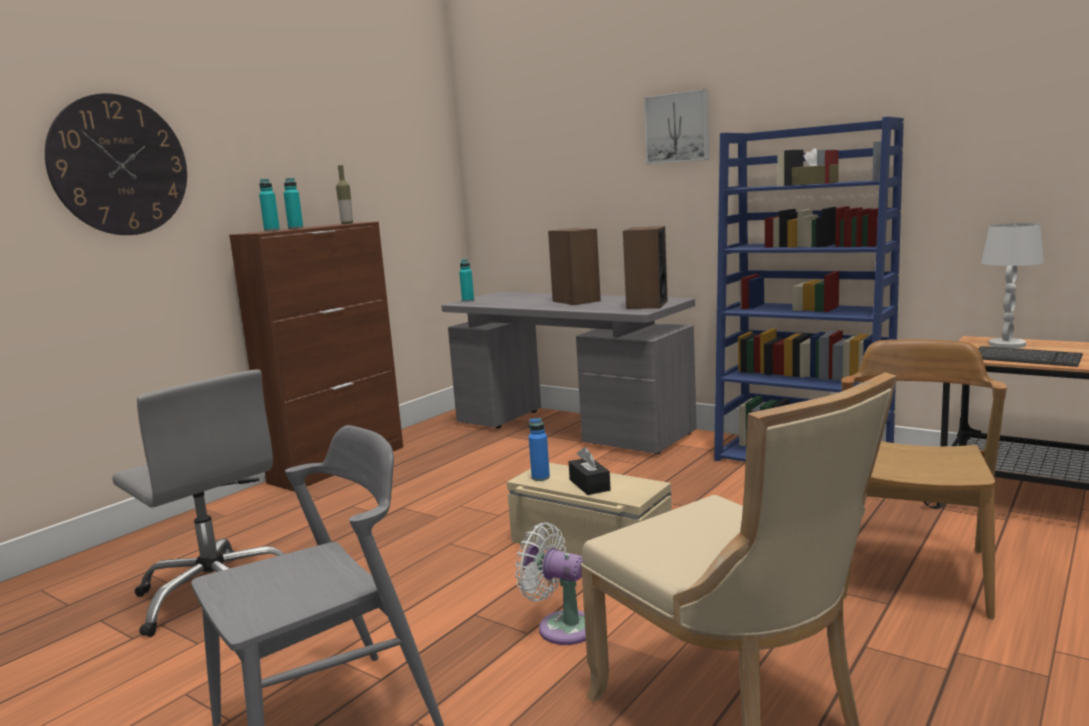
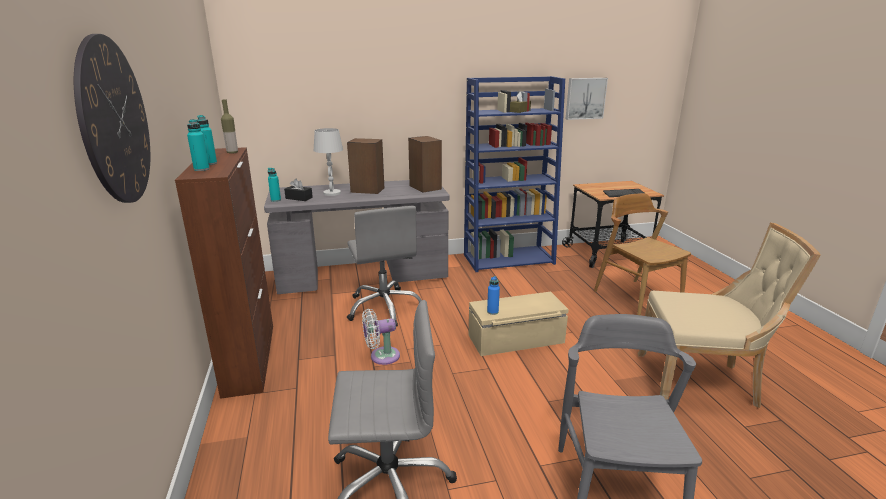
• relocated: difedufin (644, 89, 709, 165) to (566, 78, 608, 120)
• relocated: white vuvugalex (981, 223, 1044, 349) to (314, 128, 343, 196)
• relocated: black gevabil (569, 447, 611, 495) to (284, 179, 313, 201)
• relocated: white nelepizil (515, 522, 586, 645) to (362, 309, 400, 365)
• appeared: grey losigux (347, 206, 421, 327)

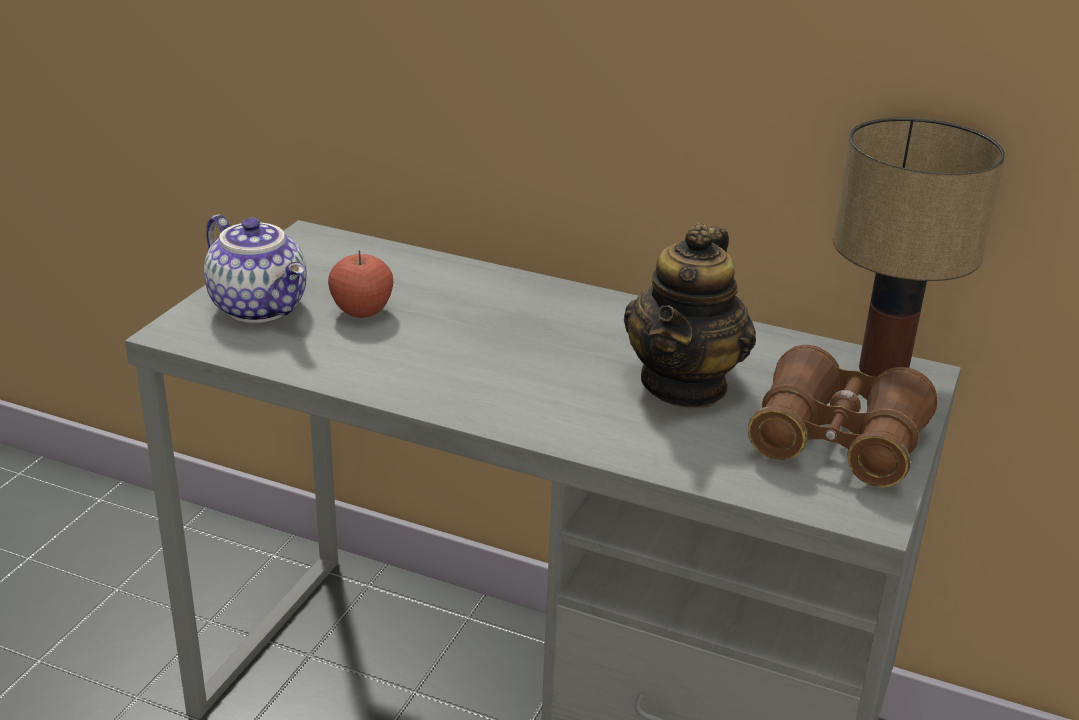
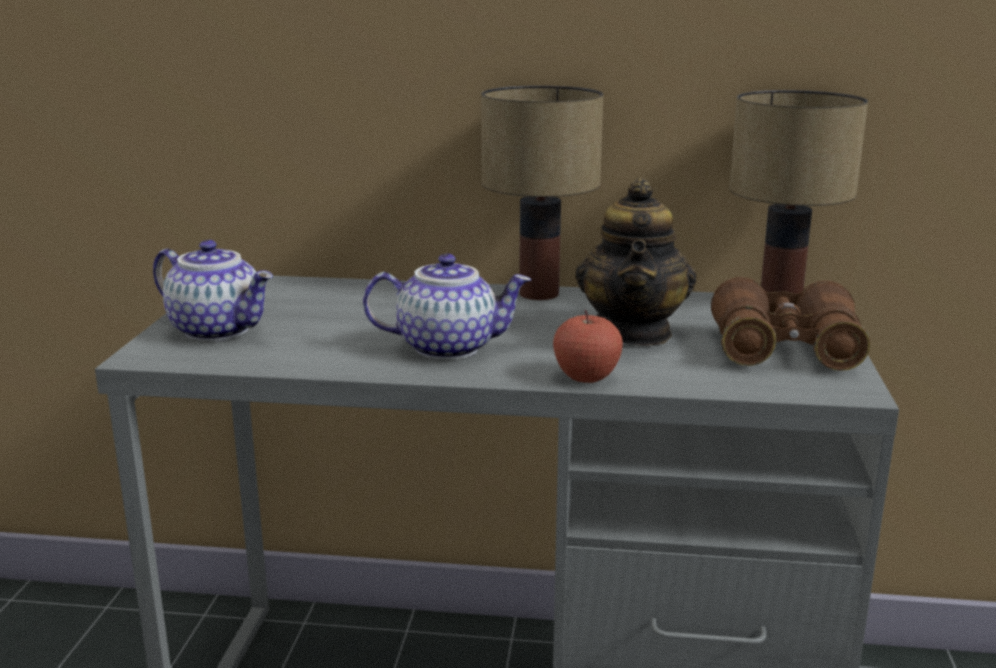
• relocated: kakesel (328, 250, 393, 318) to (553, 310, 623, 383)
• appeared: vuvugalex (481, 85, 604, 300)
• appeared: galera (363, 253, 532, 360)

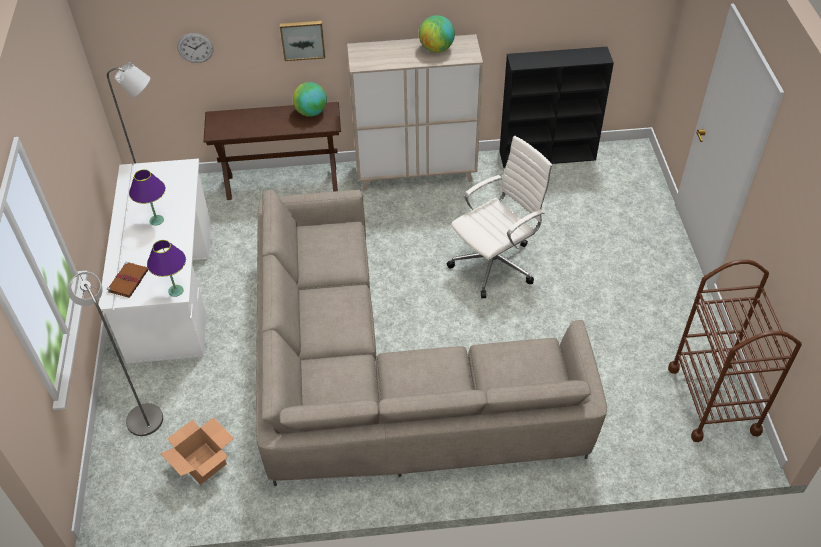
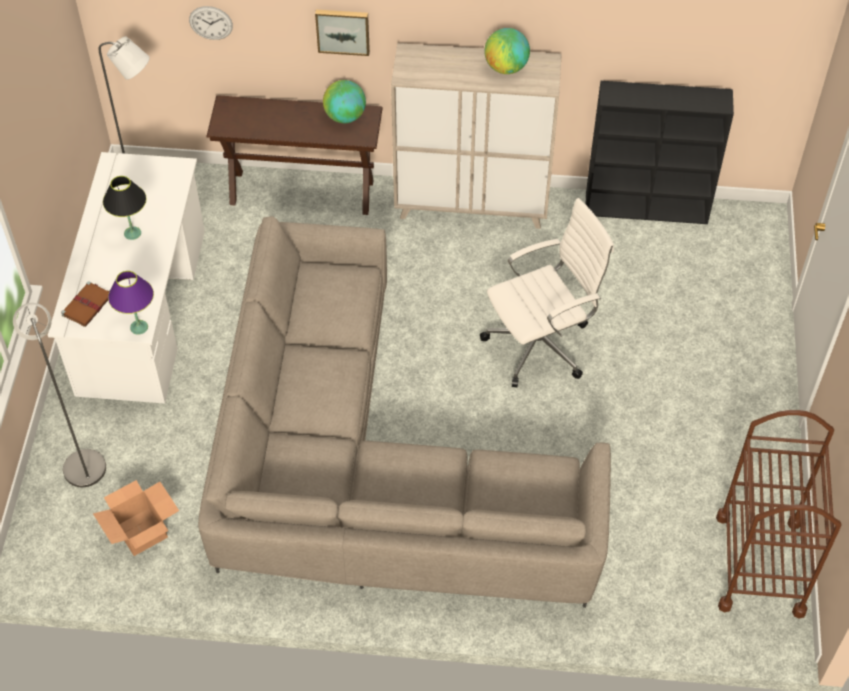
• colour: purple vuvugalex (129, 169, 166, 225) to black vuvugalex (103, 176, 147, 240)

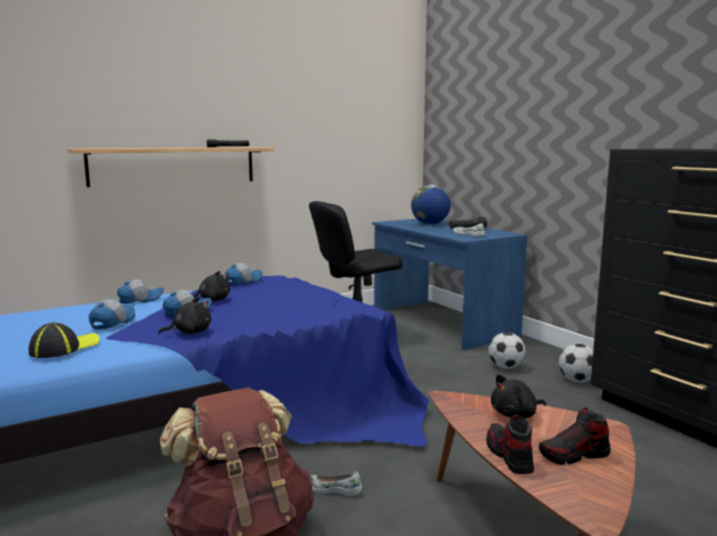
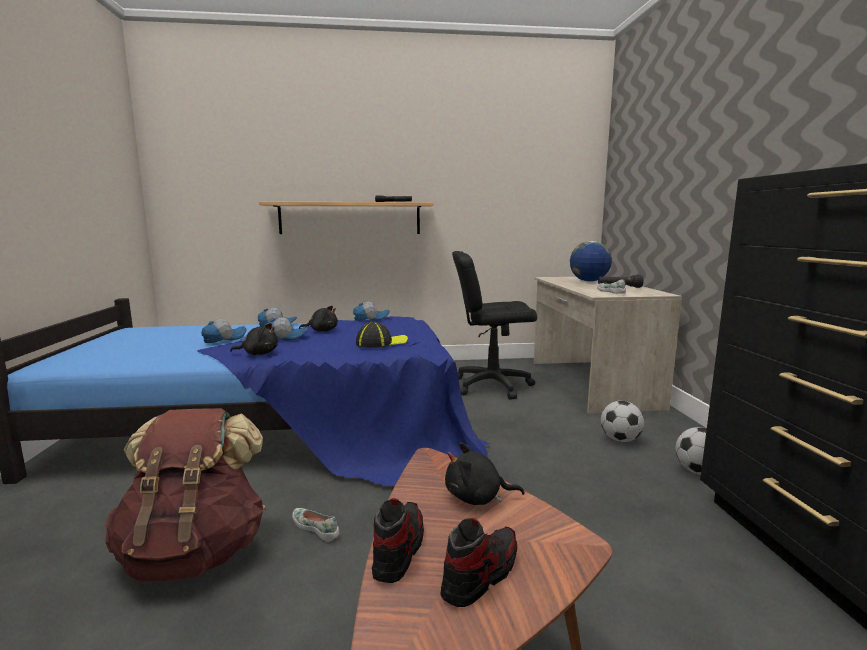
• colour: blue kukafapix (372, 219, 527, 350) to beige kukafapix (534, 277, 682, 414)
• relocated: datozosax (29, 323, 100, 358) to (356, 322, 408, 348)
• spun: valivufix (539, 407, 611, 465) = (441, 518, 517, 607) 120 degrees clockwise

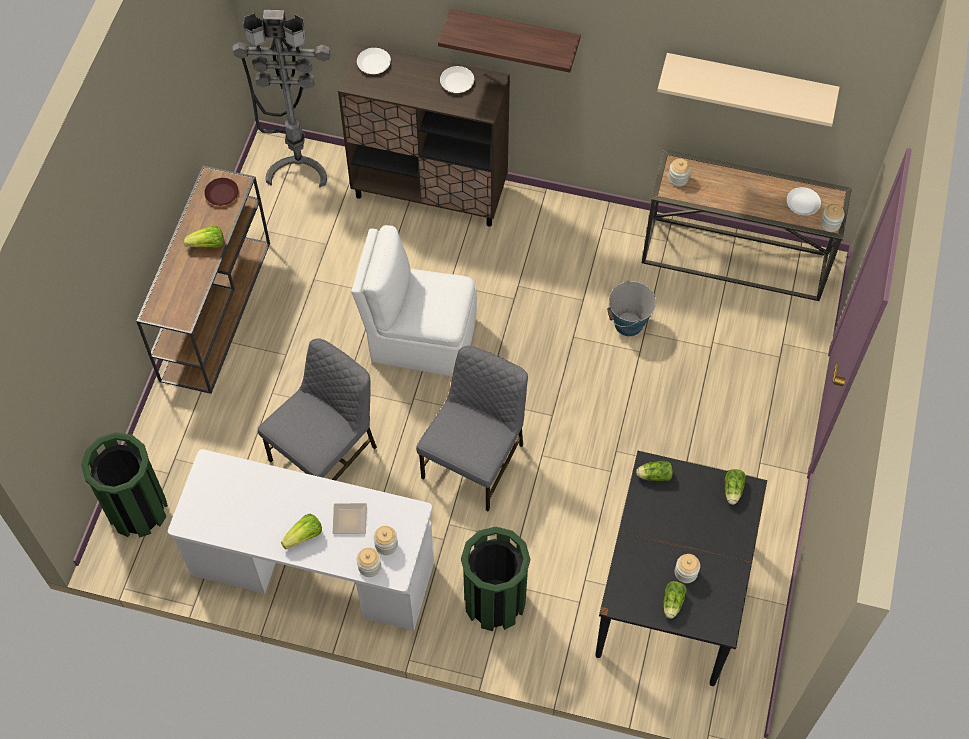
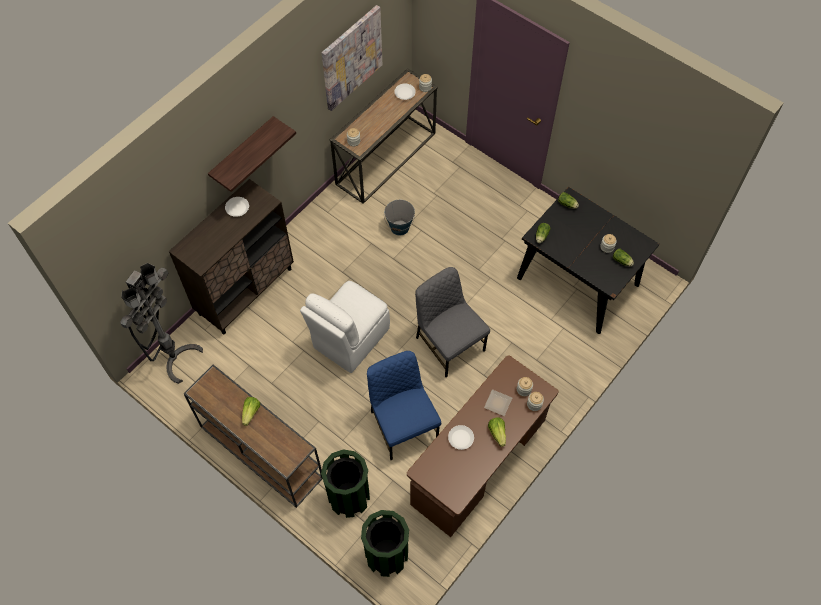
• relocated: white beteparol (357, 48, 391, 74) to (448, 425, 474, 450)
• exchanged: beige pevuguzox (657, 53, 840, 127) to difedufin (322, 5, 382, 111)
• missing: brown beteparol (204, 178, 239, 206)
• colour: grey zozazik (258, 338, 377, 481) to blue zozazik (367, 351, 441, 460)
• colour: white kukafapix (168, 449, 434, 631) to brown kukafapix (407, 355, 558, 537)
• relocated: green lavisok (461, 527, 530, 631) to (321, 449, 370, 518)

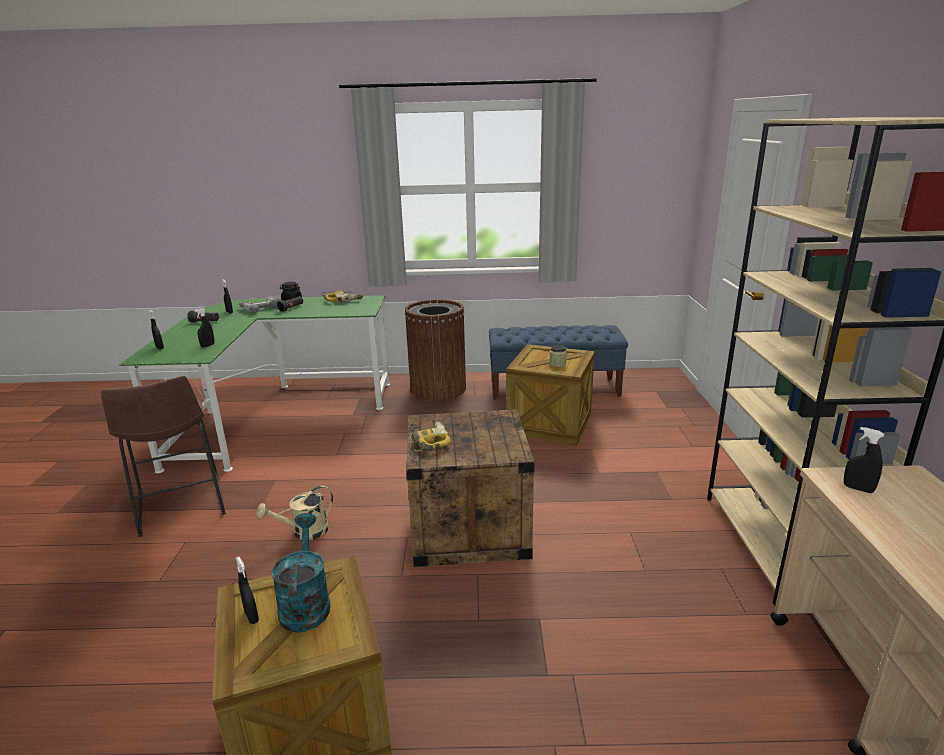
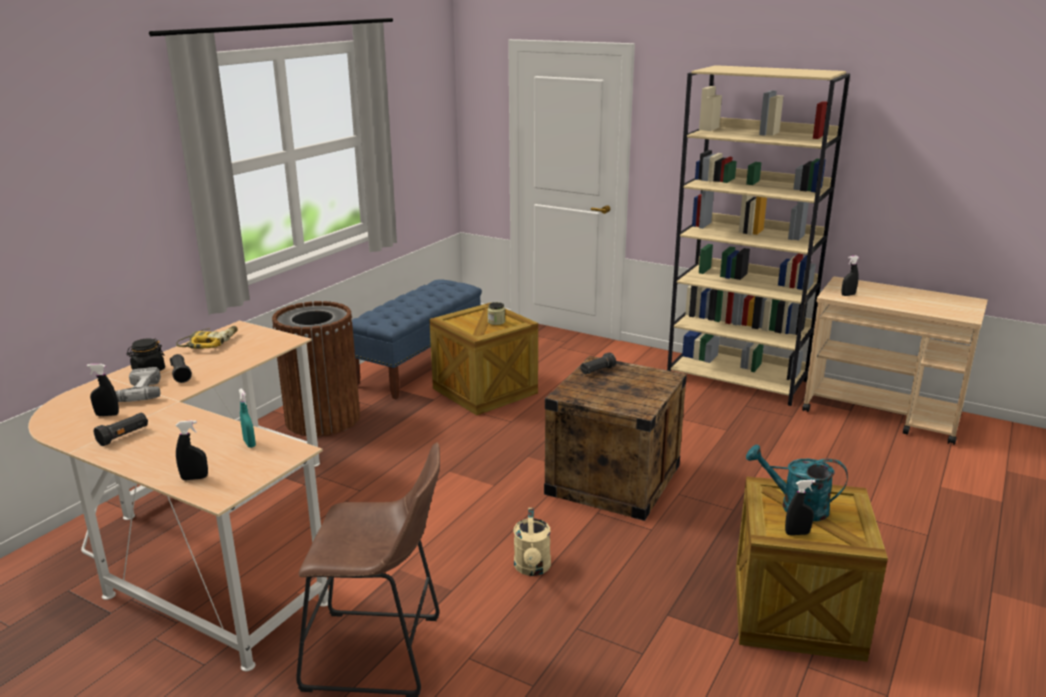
• colour: green kukafapix (119, 295, 390, 473) to beige kukafapix (28, 321, 329, 671)
• colour: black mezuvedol (195, 308, 215, 348) to turquoise mezuvedol (239, 388, 256, 448)
• missing: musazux (410, 418, 451, 452)
• appeared: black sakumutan (580, 352, 616, 374)

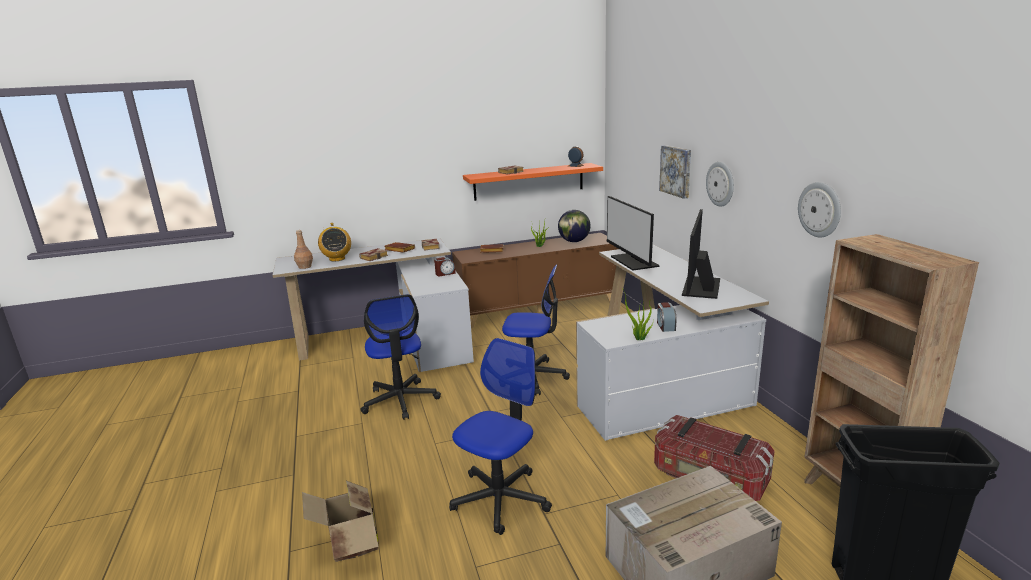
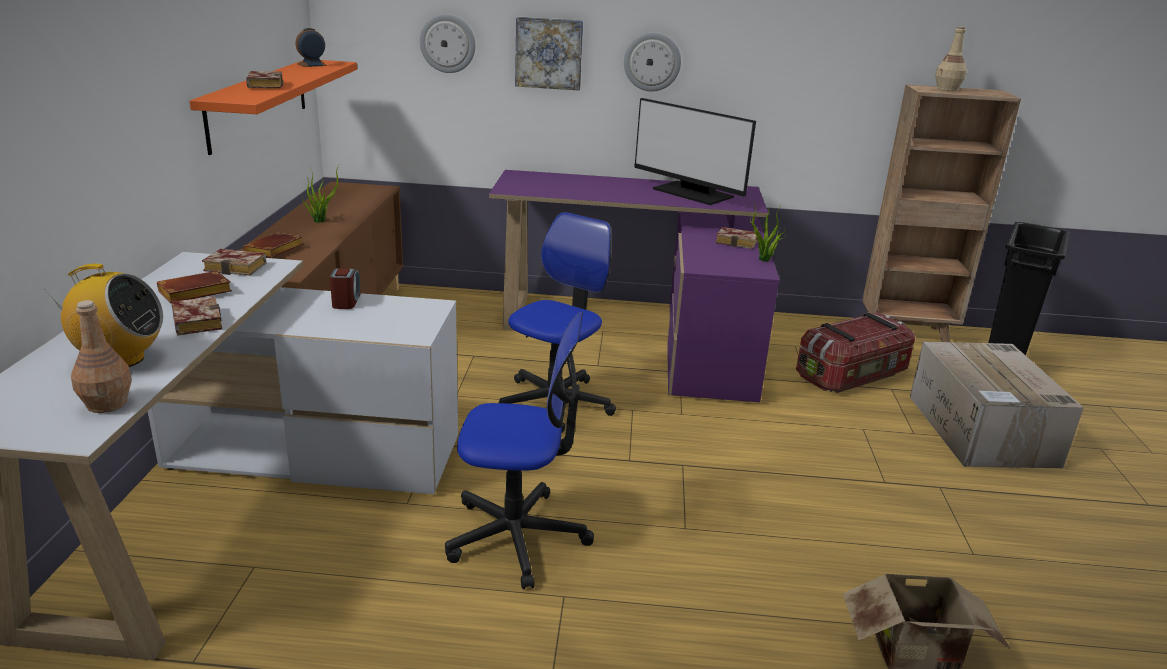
• relocated: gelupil (798, 182, 841, 238) to (420, 14, 475, 73)
• missing: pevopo (607, 196, 660, 271)
• missing: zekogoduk (558, 210, 591, 242)
• colour: white kukafapix (576, 245, 769, 441) to purple kukafapix (489, 170, 780, 402)
• exchanged: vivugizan (657, 302, 676, 332) to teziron (715, 227, 758, 249)
• missing: losigux (449, 338, 552, 535)
• appeared: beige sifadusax (935, 26, 967, 91)

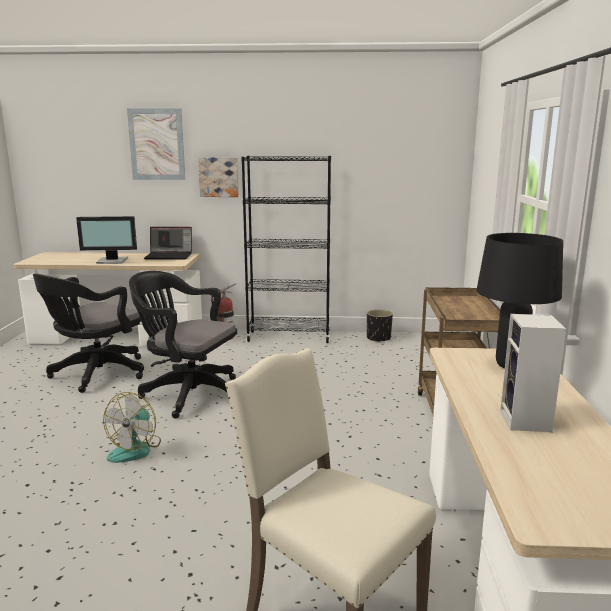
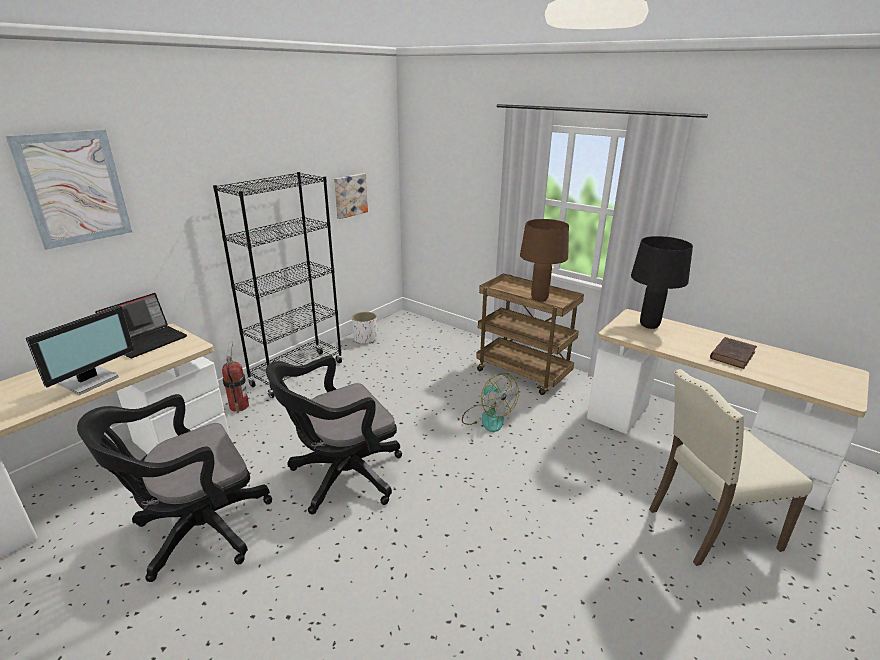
• relocated: difedufin (198, 157, 239, 197) to (334, 173, 368, 219)
• spun: black losigux (33, 273, 144, 393) = (77, 394, 272, 582) 75 degrees clockwise
• colour: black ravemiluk (367, 309, 393, 343) to white ravemiluk (352, 312, 377, 344)
• exchanged: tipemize (500, 314, 566, 432) to brown teziron (710, 337, 757, 369)
• relocated: nelepizil (103, 392, 161, 463) to (462, 373, 519, 432)
• appeared: brown vuvugalex (520, 219, 569, 302)

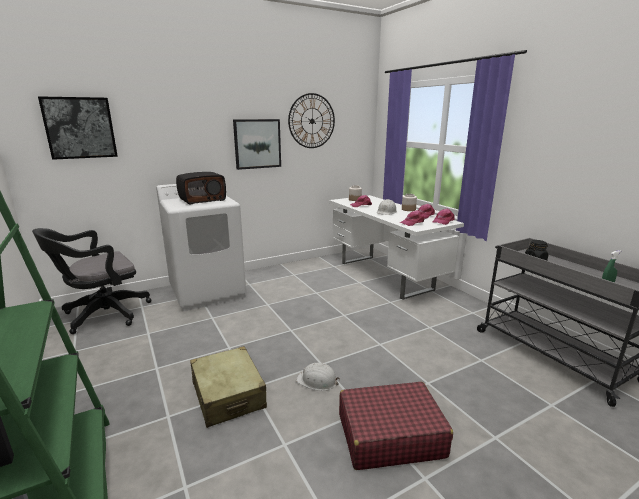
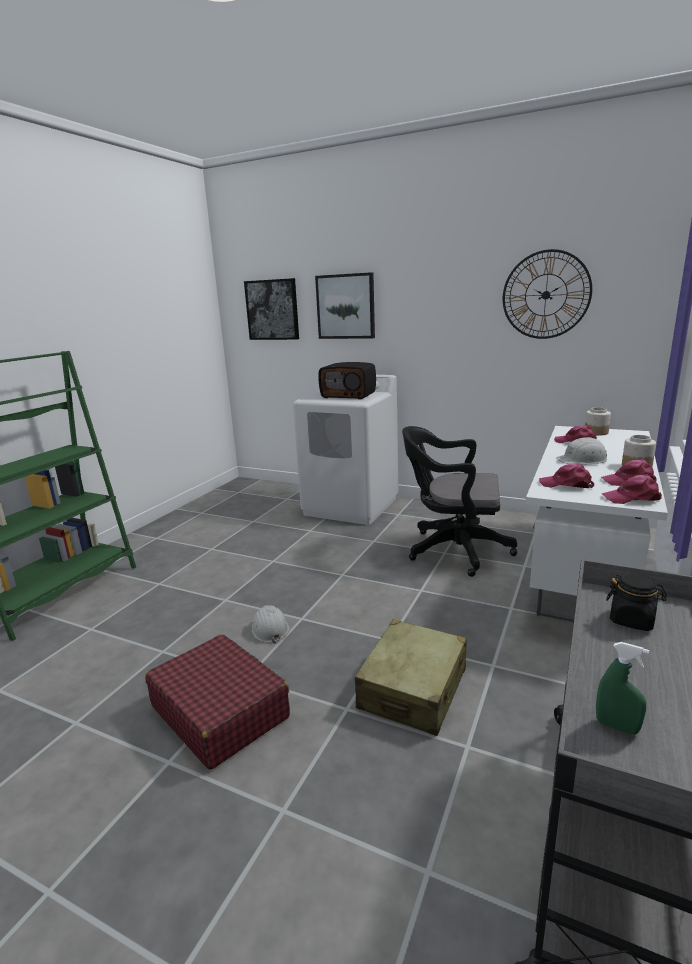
• relocated: difedufin (233, 119, 281, 170) to (315, 272, 375, 339)
• relocated: black losigux (32, 228, 151, 334) to (402, 426, 518, 577)
• relocated: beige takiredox (190, 346, 267, 428) to (355, 619, 467, 736)

